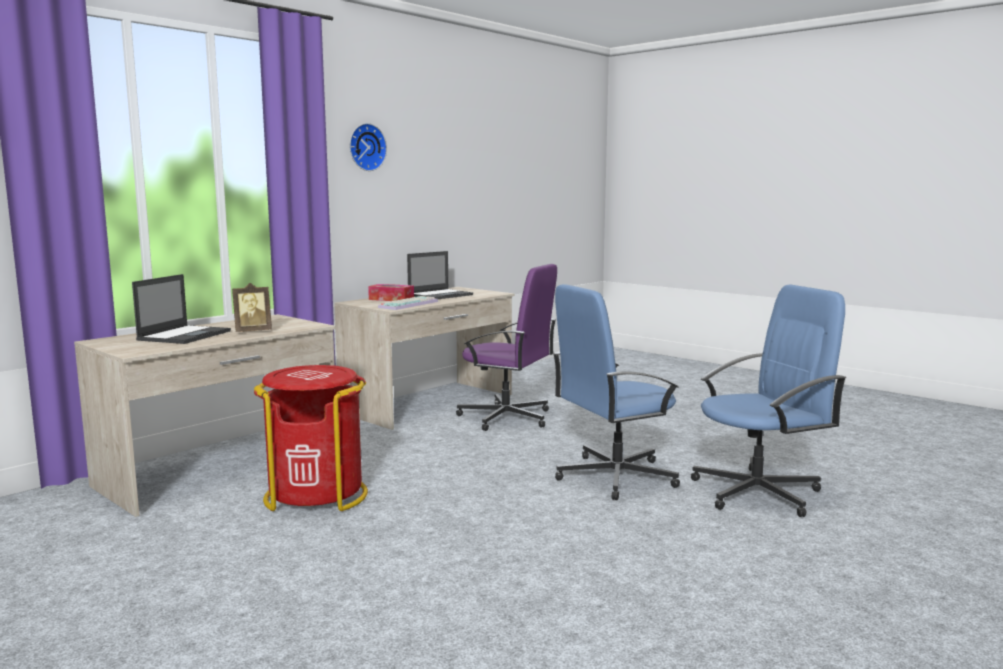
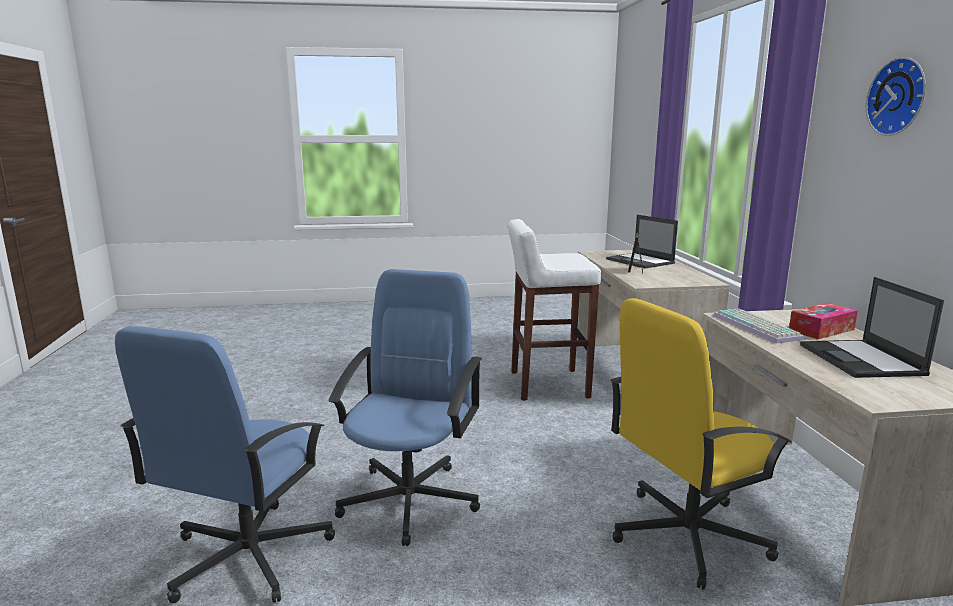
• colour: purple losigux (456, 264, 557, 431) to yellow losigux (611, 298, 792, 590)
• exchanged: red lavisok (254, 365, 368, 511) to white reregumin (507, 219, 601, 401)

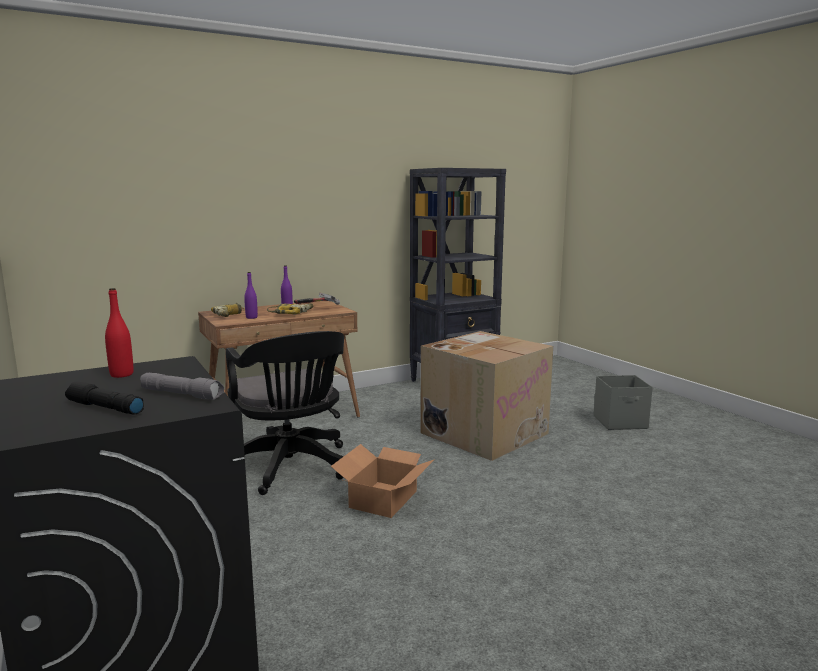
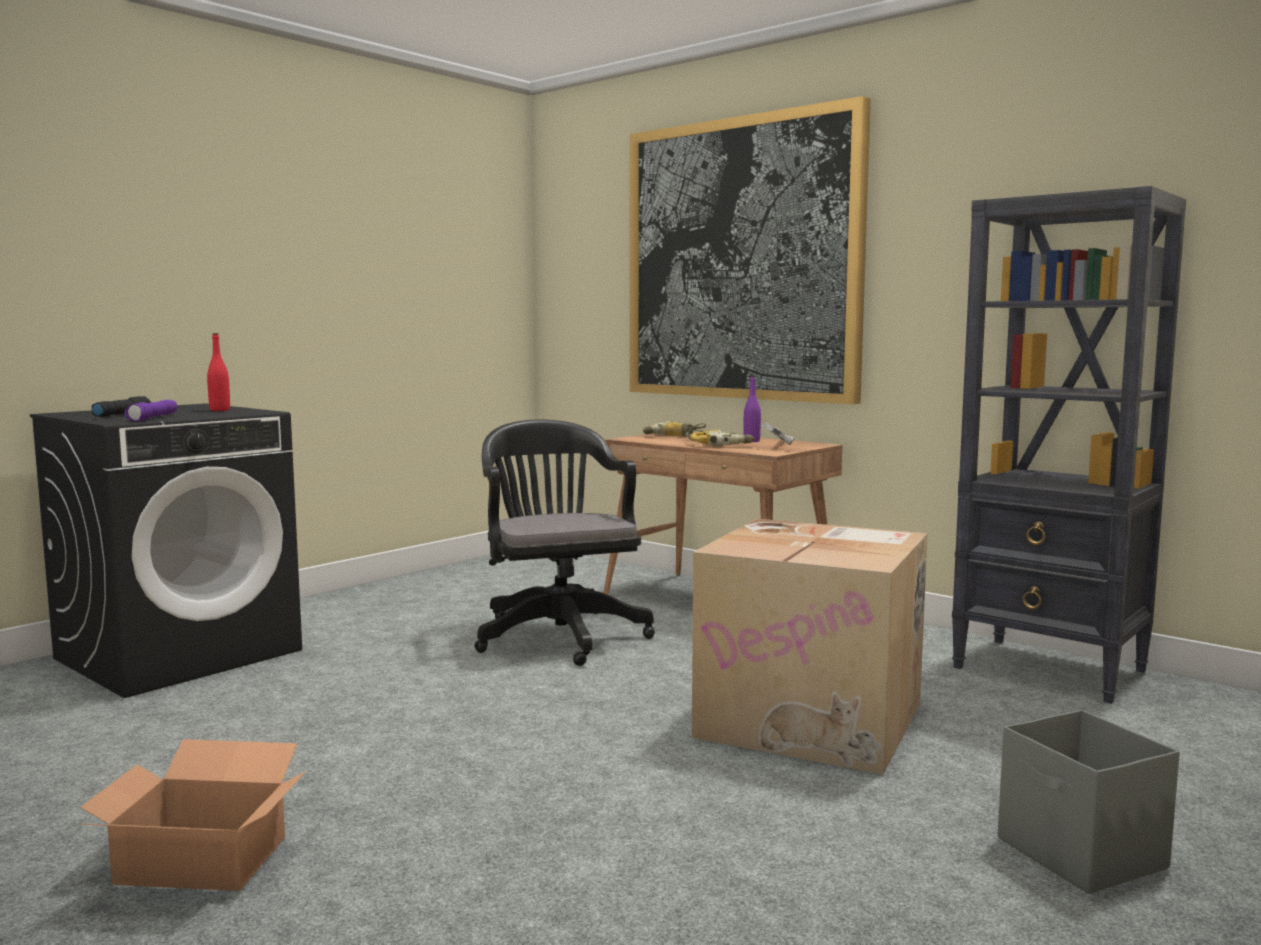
• missing: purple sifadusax (244, 272, 258, 319)
• spun: black losigux (226, 331, 344, 495) = (475, 420, 655, 666) 120 degrees clockwise
• colour: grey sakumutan (140, 373, 224, 400) to purple sakumutan (124, 400, 177, 421)
• relocated: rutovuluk (331, 444, 435, 518) to (79, 739, 306, 891)
• appeared: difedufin (630, 96, 871, 404)

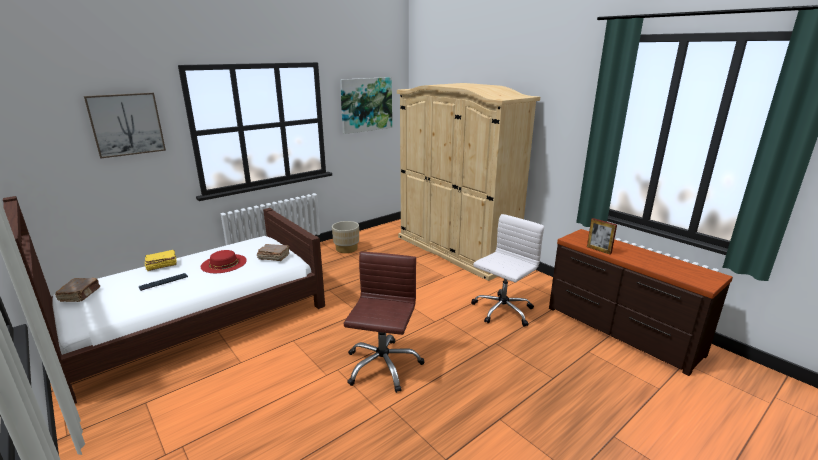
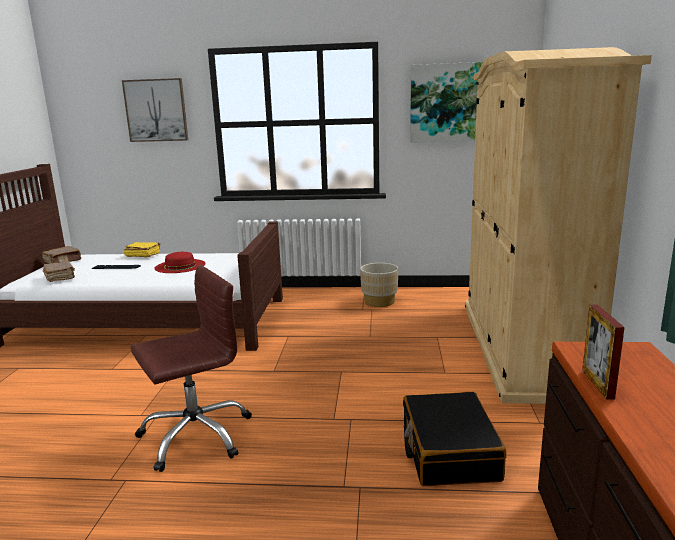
• exchanged: white losigux (471, 214, 544, 327) to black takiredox (403, 392, 507, 486)
• relocated: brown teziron (257, 244, 290, 261) to (43, 261, 75, 282)

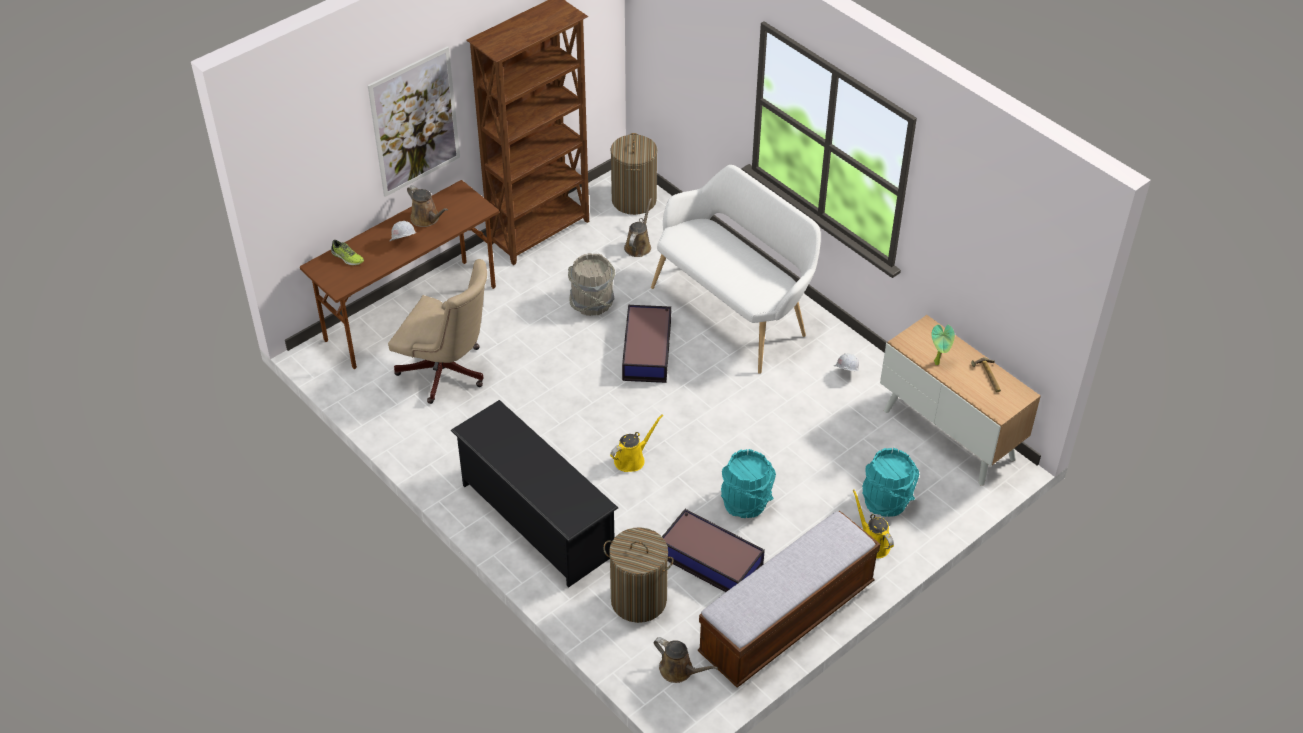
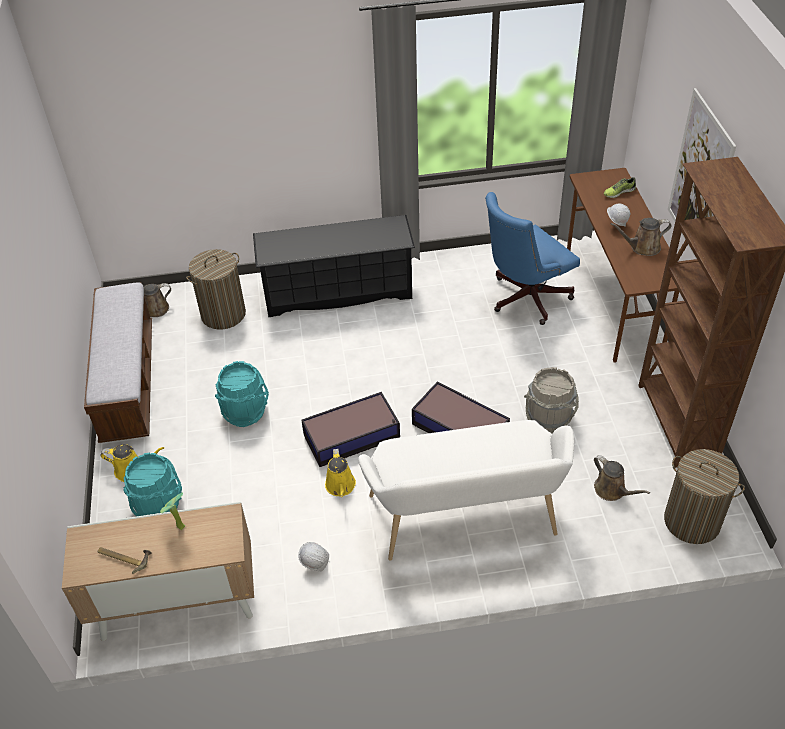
• colour: beige losigux (388, 259, 487, 404) to blue losigux (485, 192, 580, 325)
• relocated: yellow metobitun (610, 415, 663, 472) to (325, 449, 356, 497)
• relocated: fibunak (662, 509, 765, 592) to (301, 392, 400, 467)

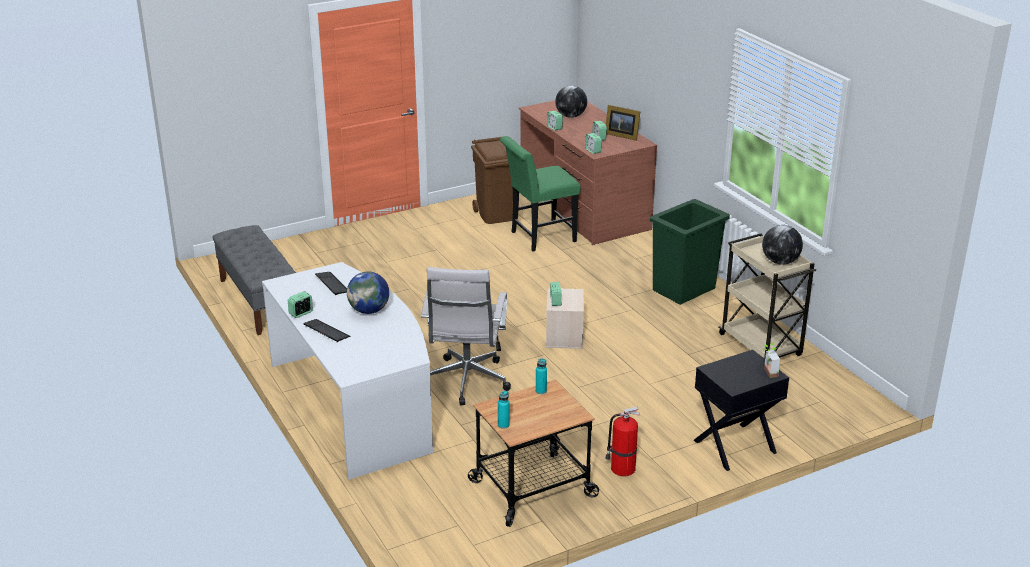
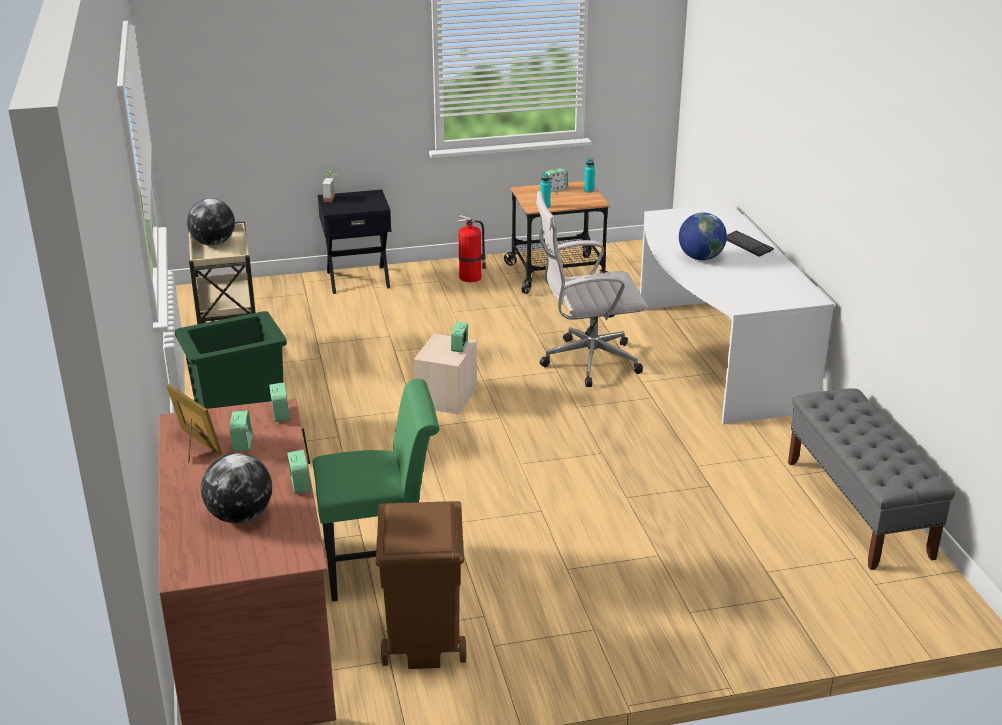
• spun: white losigux (421, 267, 511, 405) = (536, 191, 647, 387) 120 degrees counterclockwise
• missing: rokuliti (315, 272, 347, 295)
• relocated: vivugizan (288, 291, 313, 318) to (545, 168, 568, 192)

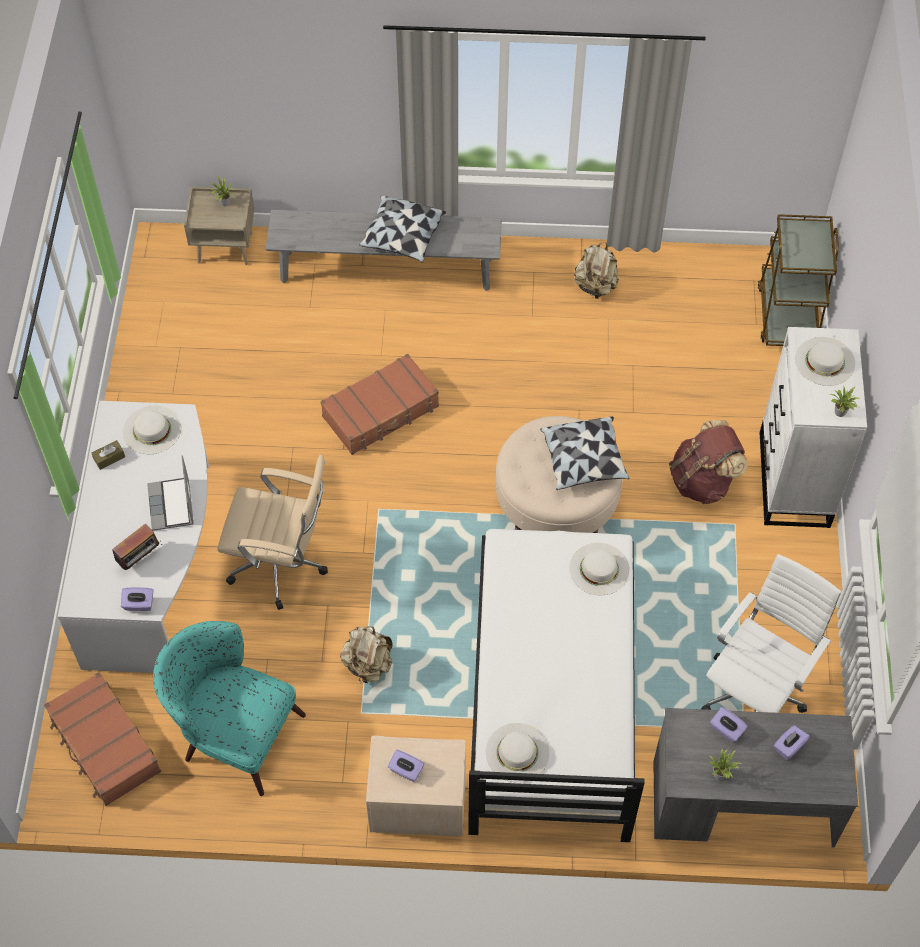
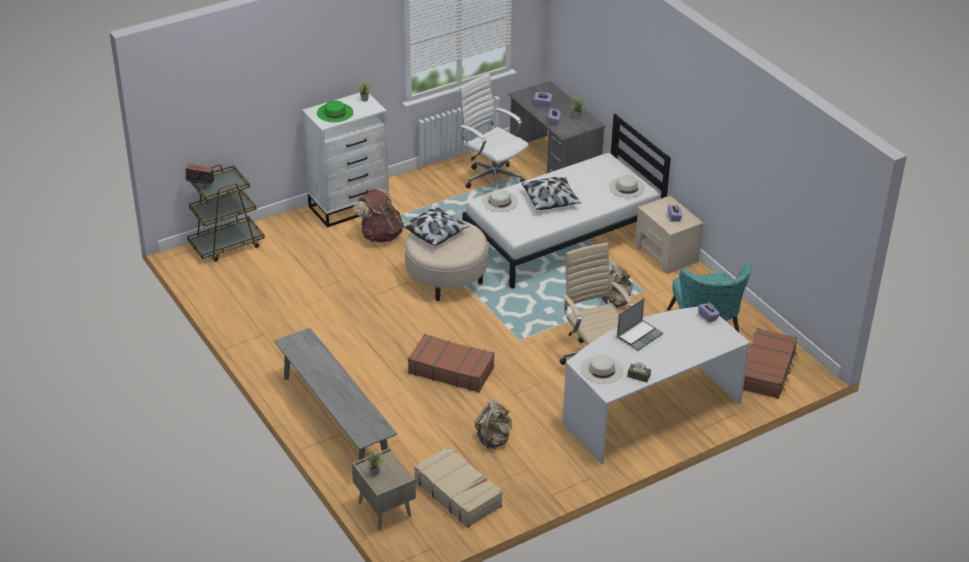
• relocated: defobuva (359, 196, 446, 263) to (522, 177, 581, 210)
• relocated: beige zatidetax (574, 242, 619, 299) to (475, 401, 512, 449)
• colour: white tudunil (795, 337, 855, 386) to green tudunil (317, 101, 353, 122)
• relocated: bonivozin (112, 523, 162, 570) to (185, 164, 215, 189)
• spun: white losigux (701, 554, 841, 713) = (459, 74, 529, 189) 45 degrees clockwise
• appeared: beige takiredox (414, 446, 503, 528)

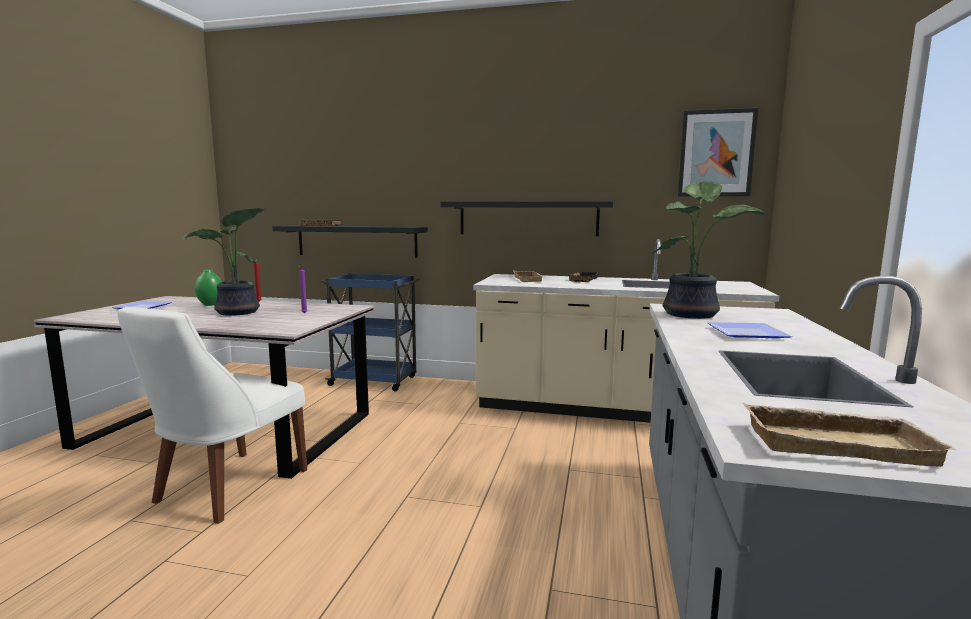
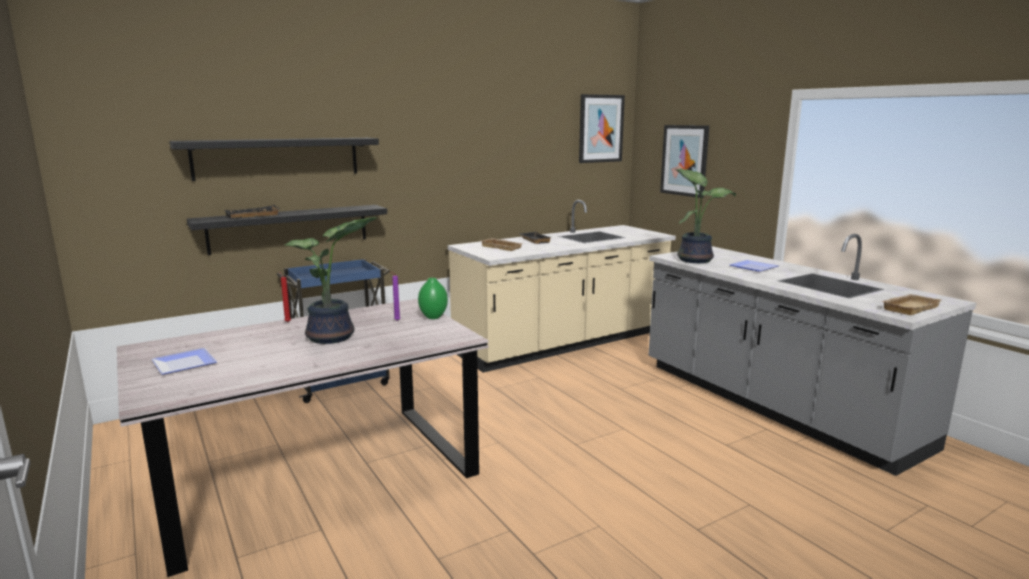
• relocated: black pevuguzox (440, 201, 613, 236) to (170, 138, 379, 181)
• relocated: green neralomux (194, 269, 222, 306) to (418, 278, 448, 319)
• missing: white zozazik (118, 307, 307, 524)
• appeared: difedufin (660, 125, 709, 198)

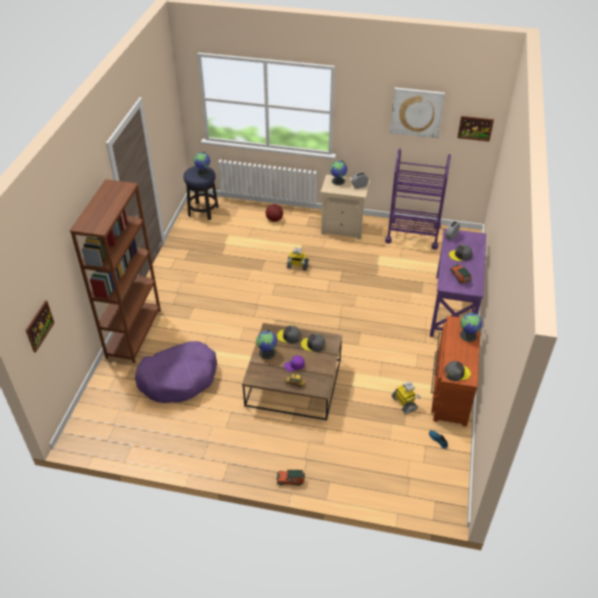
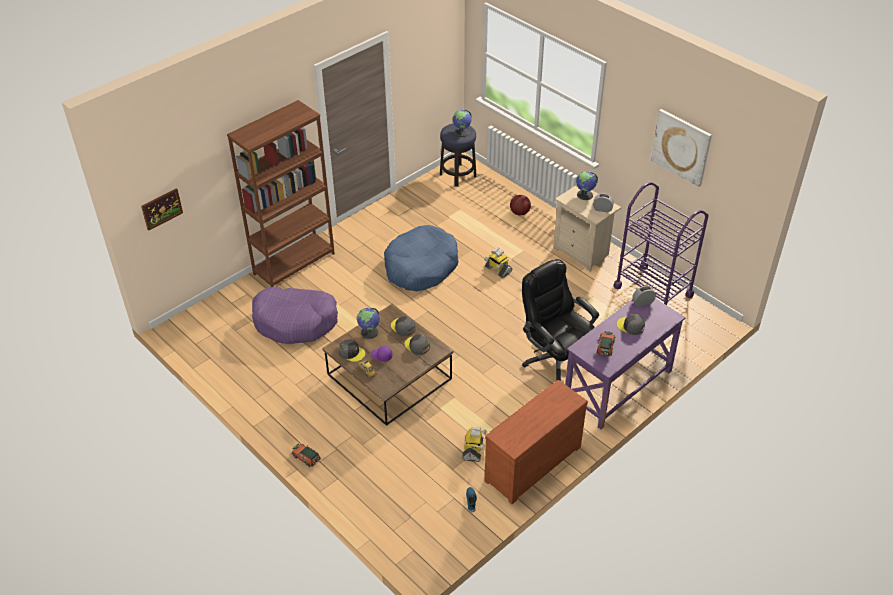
• missing: difedufin (457, 116, 494, 142)
• missing: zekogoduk (460, 312, 482, 342)
• relocated: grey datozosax (444, 361, 471, 381) to (339, 339, 365, 362)
• appeared: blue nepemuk (384, 225, 459, 291)
• appeared: black losigux (522, 259, 599, 381)

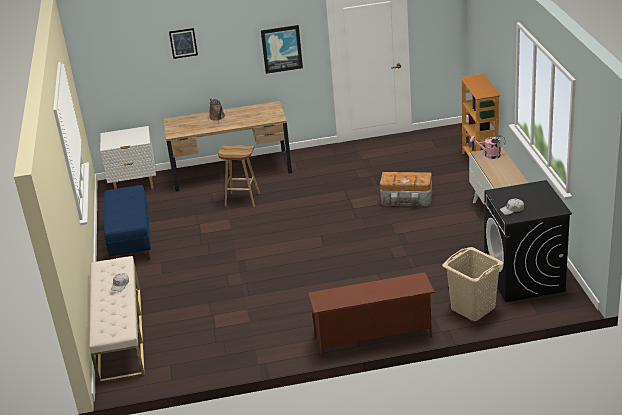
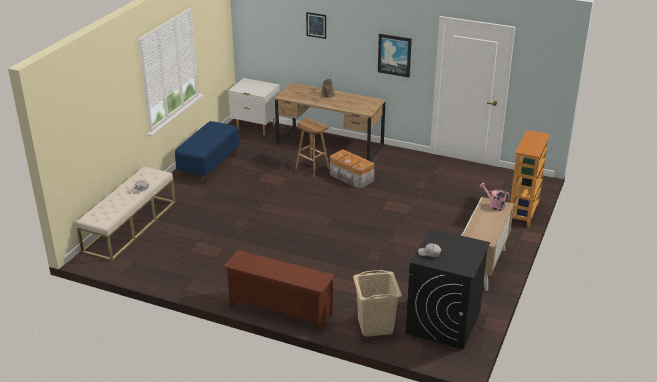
• relocated: fibunak (380, 172, 432, 206) to (330, 149, 375, 189)

